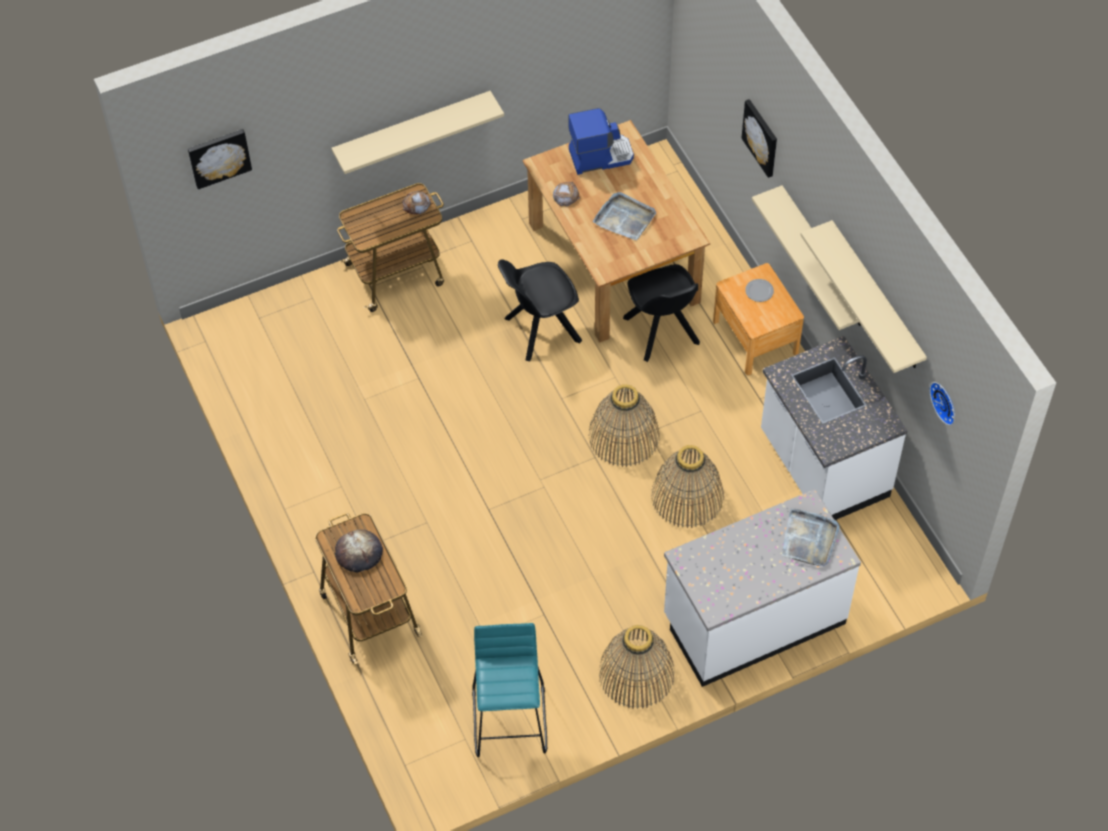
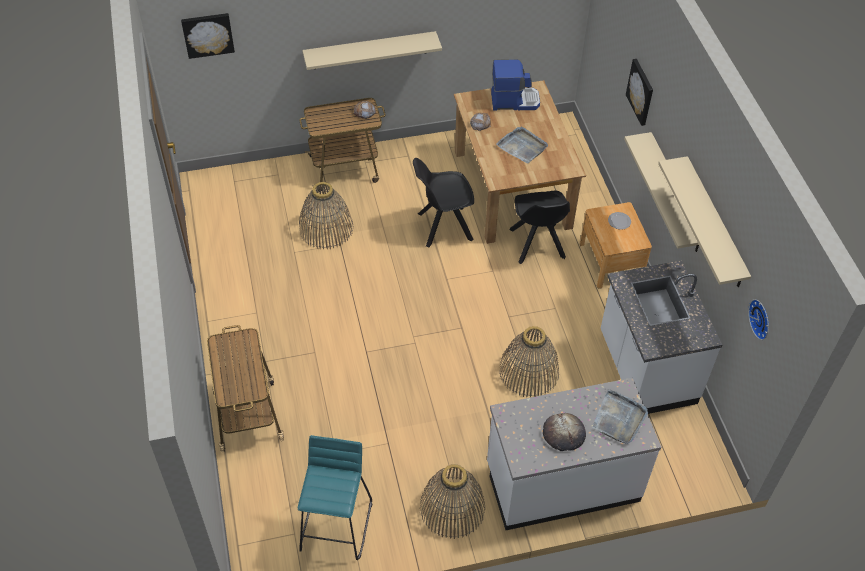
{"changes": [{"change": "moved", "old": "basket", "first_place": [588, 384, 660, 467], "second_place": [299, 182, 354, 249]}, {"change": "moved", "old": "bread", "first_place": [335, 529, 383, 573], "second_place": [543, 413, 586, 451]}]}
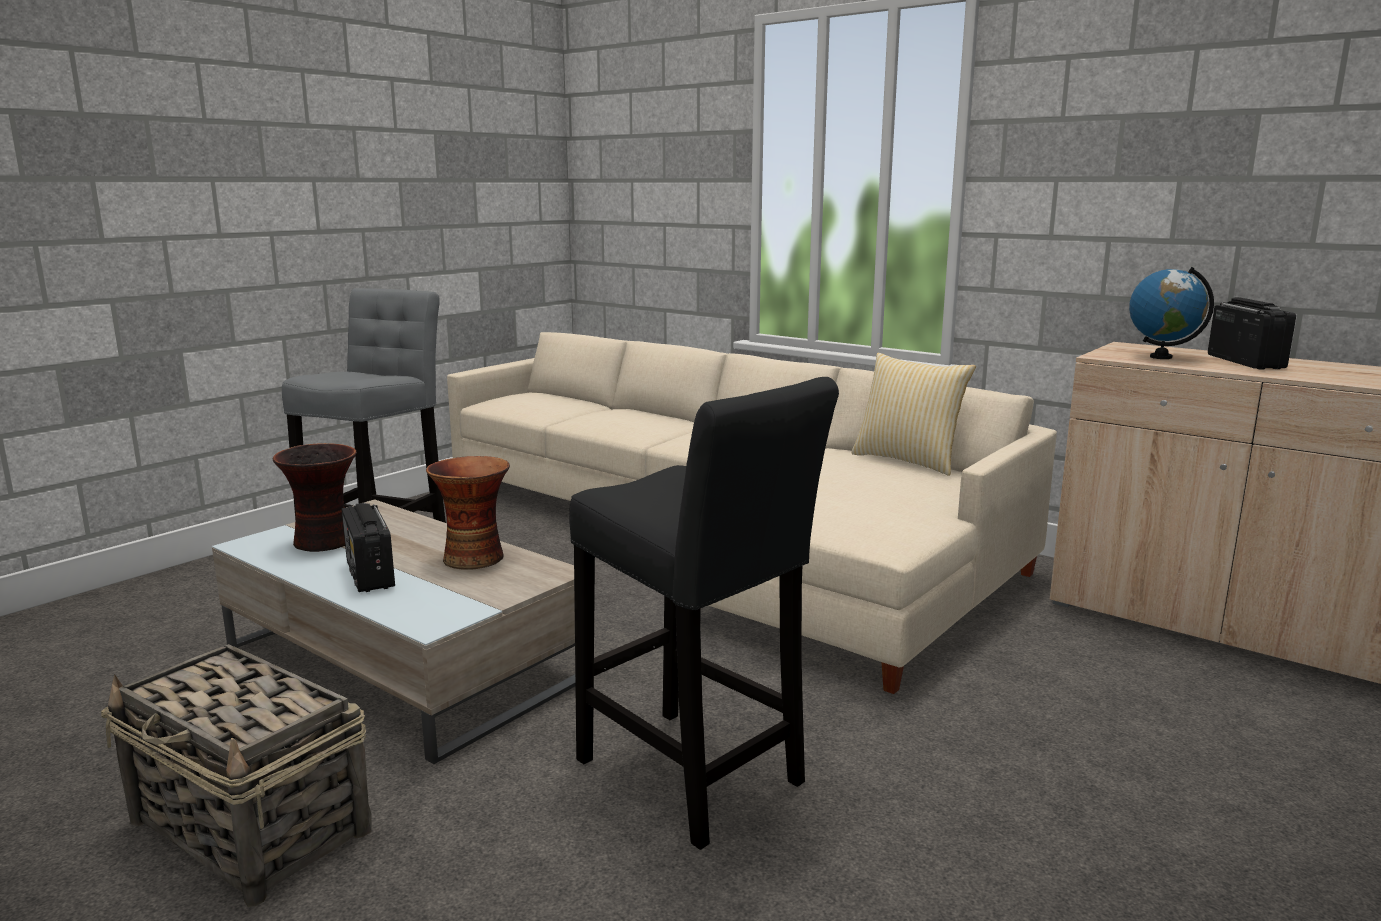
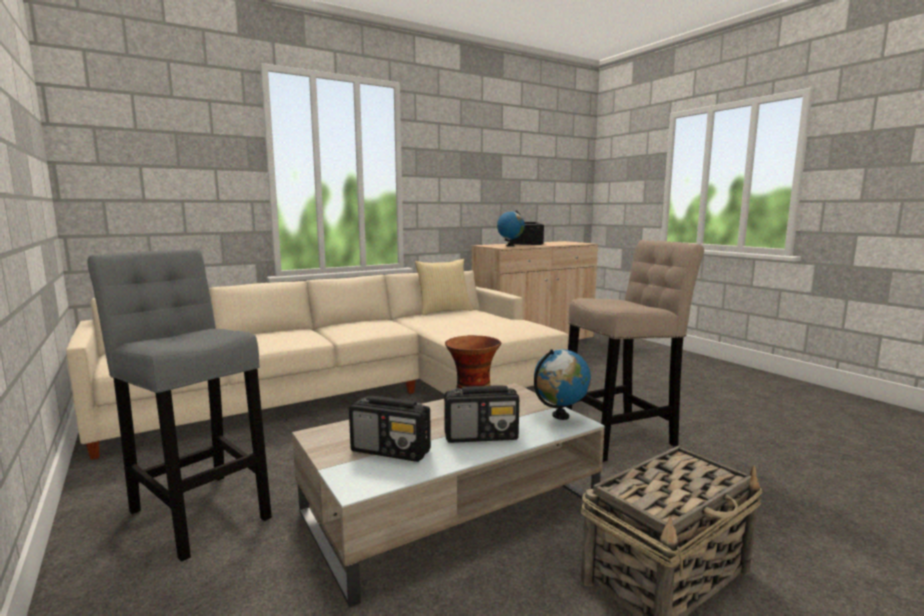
{"changes": [{"change": "recoloured", "old": "stool (black)", "new": "stool (beige)", "first_place": [569, 377, 839, 850], "second_place": [566, 240, 704, 462]}, {"change": "replaced", "old": "vase", "new": "radio", "first_place": [273, 443, 357, 552], "second_place": [349, 396, 431, 462]}, {"change": "added", "new": "globe", "second_place": [534, 349, 591, 420]}]}
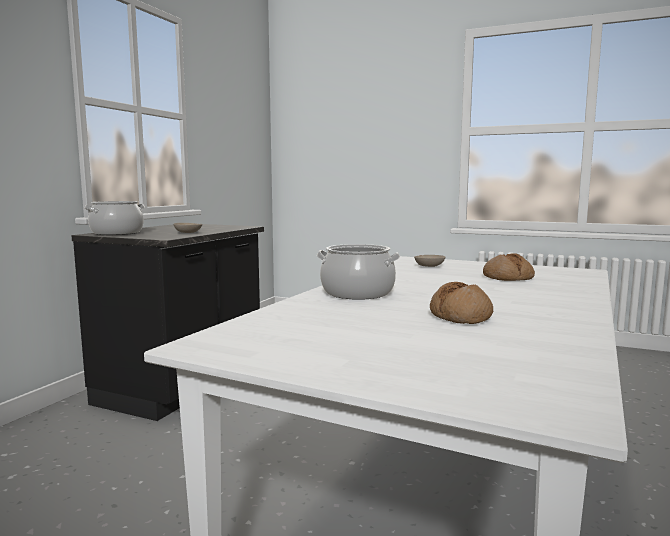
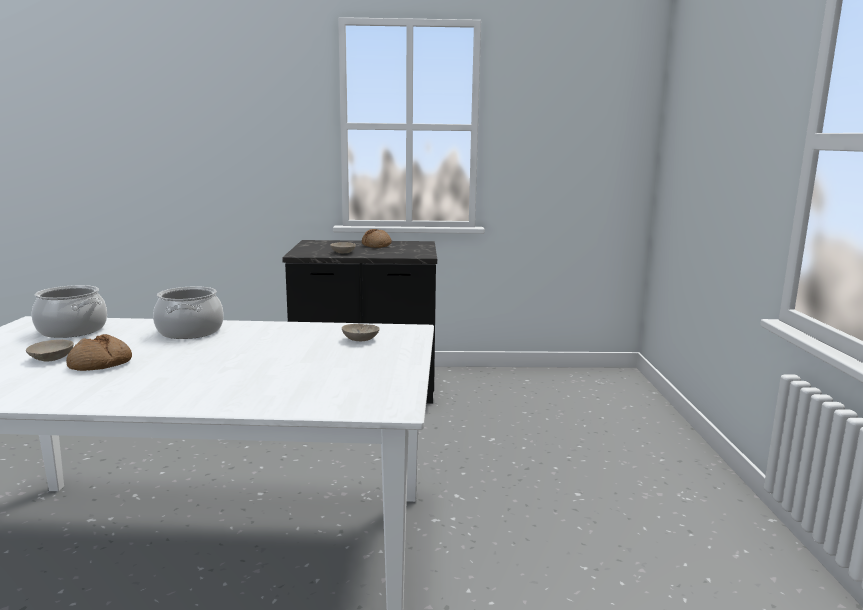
{"changes": [{"change": "moved", "old": "cooking pot", "first_place": [84, 201, 145, 235], "second_place": [32, 285, 107, 338]}, {"change": "moved", "old": "bread", "first_place": [483, 253, 535, 281], "second_place": [362, 229, 392, 248]}, {"change": "added", "new": "bowl (beige)", "second_place": [26, 340, 74, 362]}]}
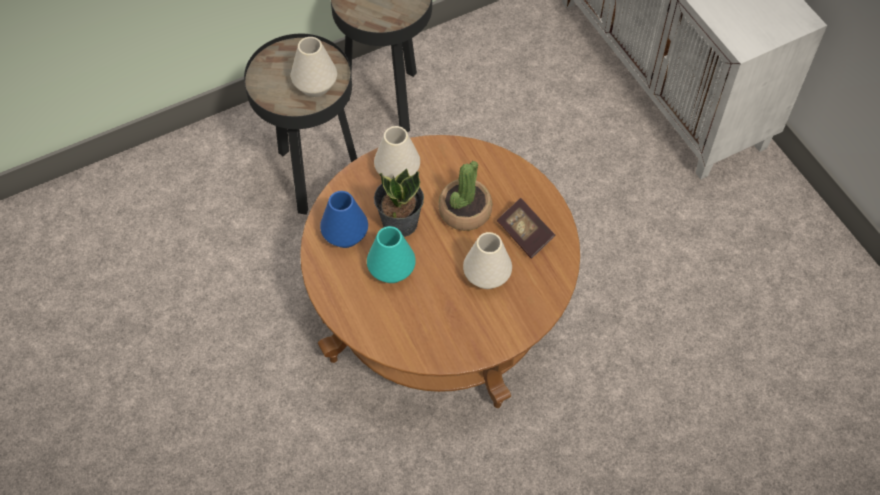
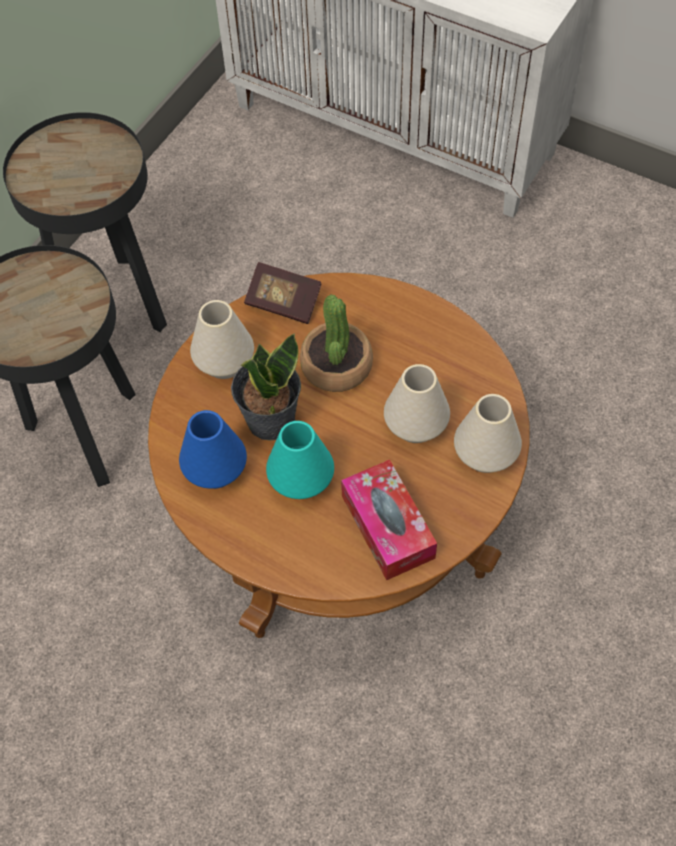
{"changes": [{"change": "moved", "old": "vase (white)", "first_place": [291, 37, 337, 97], "second_place": [454, 394, 522, 473]}, {"change": "moved", "old": "book", "first_place": [497, 198, 556, 258], "second_place": [244, 262, 322, 324]}, {"change": "added", "new": "tissue box", "second_place": [341, 460, 437, 580]}]}
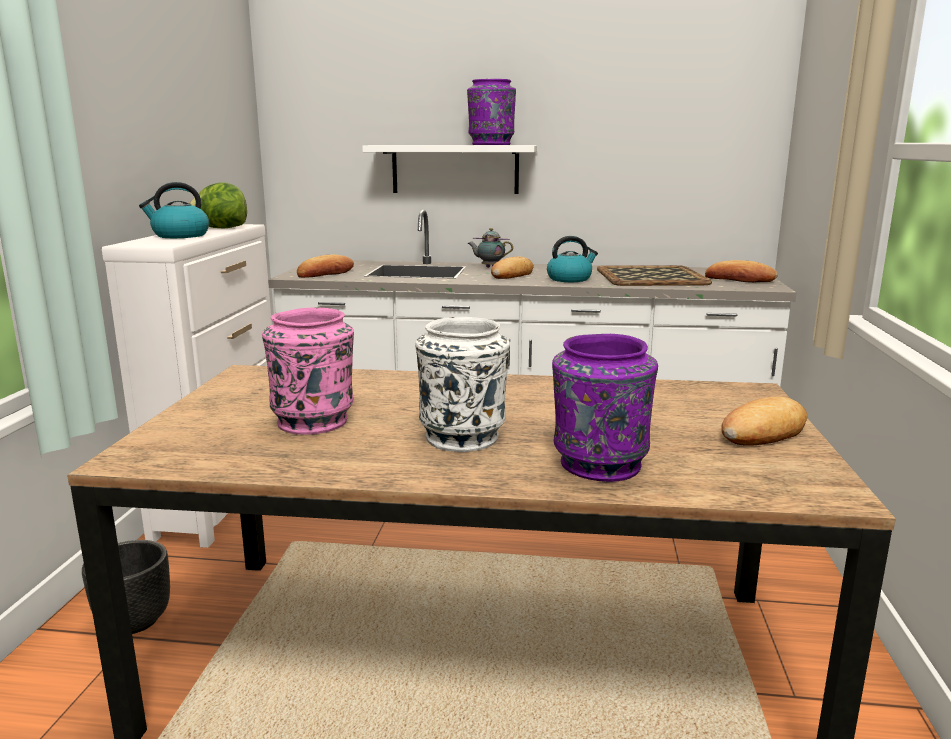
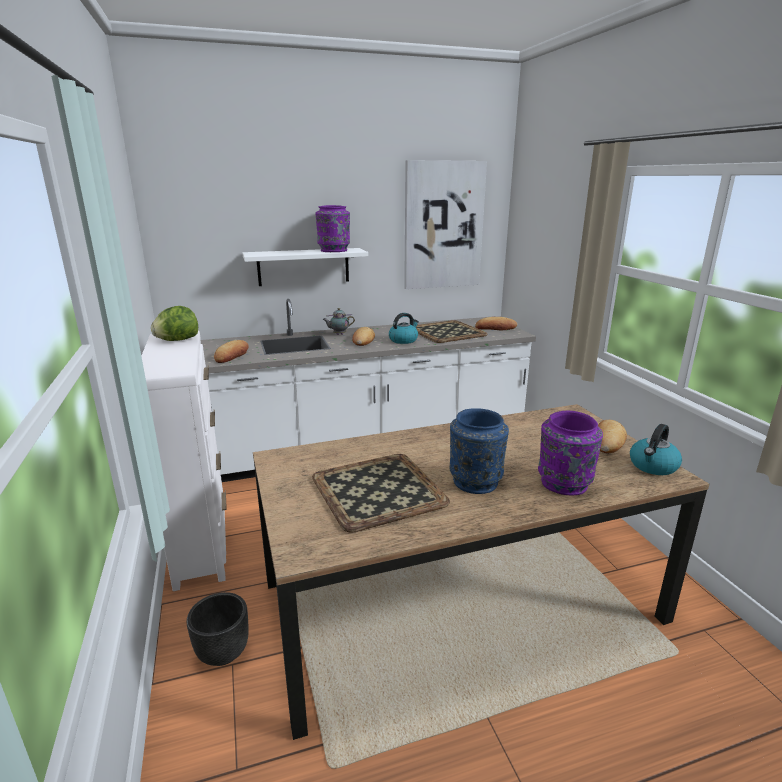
{"changes": [{"change": "moved", "old": "kettle", "first_place": [139, 182, 209, 238], "second_place": [630, 424, 682, 475]}, {"change": "replaced", "old": "vase (pink)", "new": "tray", "first_place": [262, 307, 354, 435], "second_place": [312, 454, 450, 533]}, {"change": "recoloured", "old": "vase (white)", "new": "vase (blue)", "first_place": [415, 317, 510, 452], "second_place": [450, 408, 509, 494]}, {"change": "added", "new": "picture", "second_place": [404, 160, 487, 289]}]}
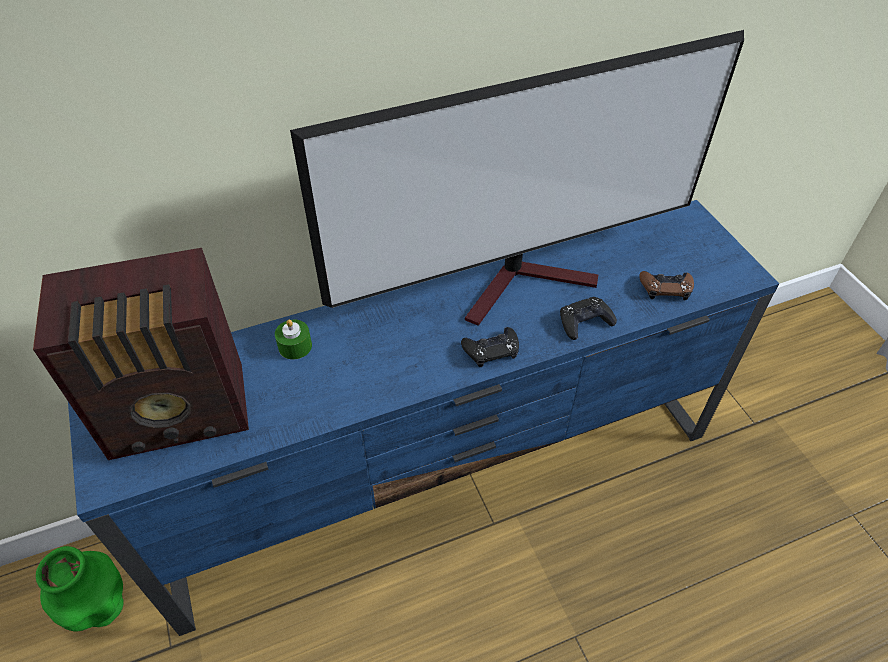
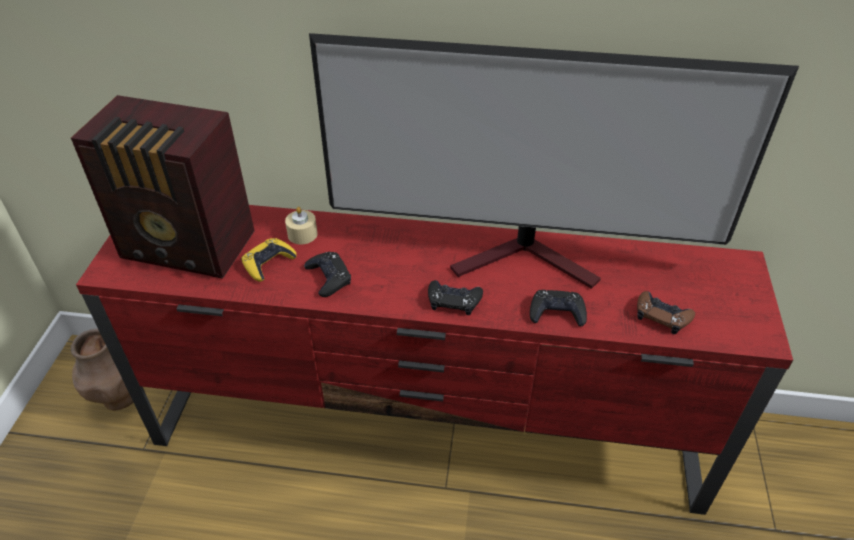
{"changes": [{"change": "recoloured", "old": "tv stand (blue)", "new": "tv stand (red)", "first_place": [68, 200, 779, 636], "second_place": [76, 205, 793, 515]}, {"change": "recoloured", "old": "candle (green)", "new": "candle (beige)", "first_place": [275, 319, 312, 360], "second_place": [285, 207, 318, 245]}, {"change": "recoloured", "old": "vase (green)", "new": "vase (brown)", "first_place": [36, 546, 124, 632], "second_place": [71, 329, 133, 410]}, {"change": "added", "new": "game controller (yellow)", "second_place": [241, 238, 297, 282]}, {"change": "added", "new": "game controller (black)", "second_place": [304, 252, 351, 297]}]}
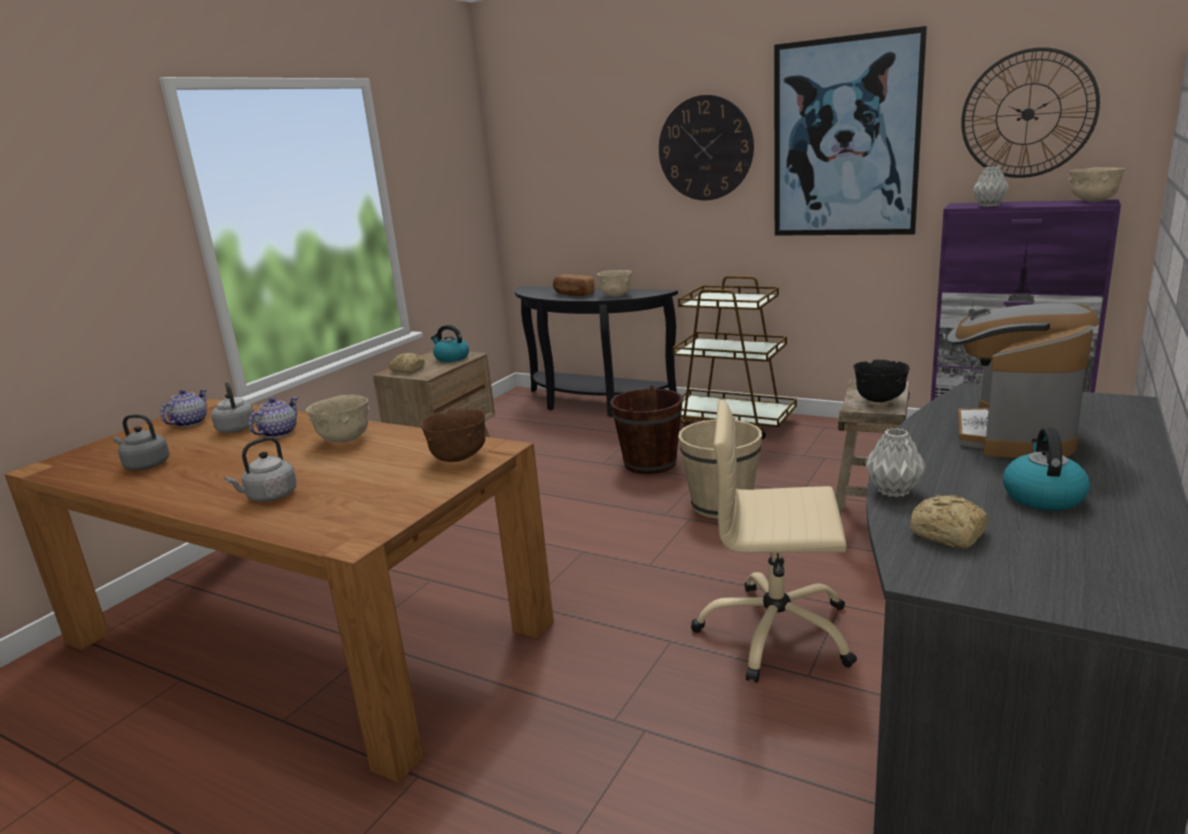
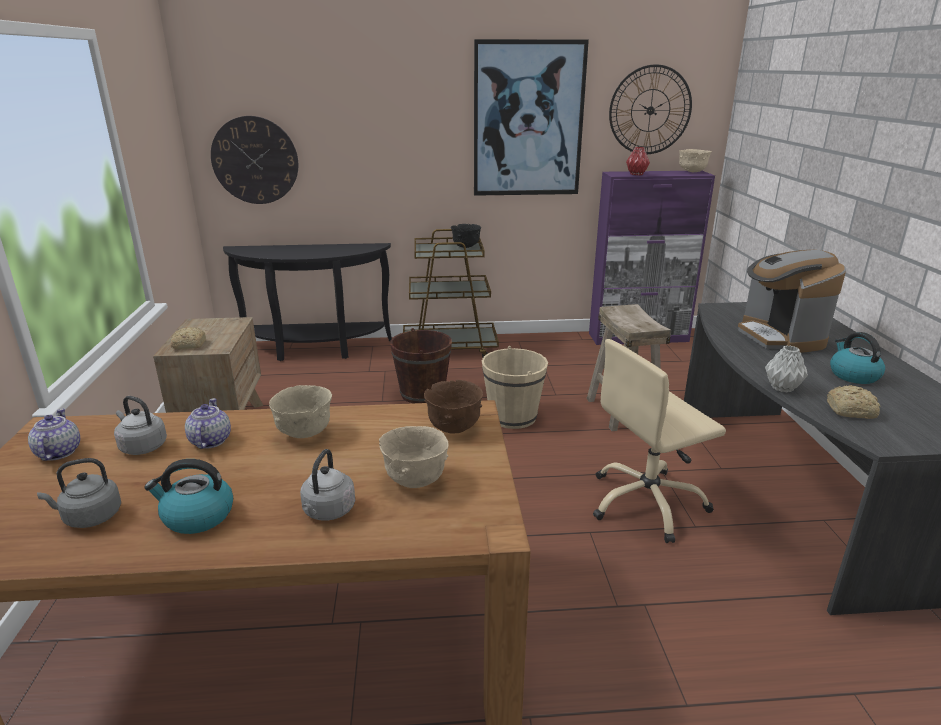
{"changes": [{"change": "moved", "old": "wall clock", "first_place": [659, 95, 754, 200], "second_place": [211, 116, 298, 204]}, {"change": "recoloured", "old": "vase (grey)", "new": "vase (red)", "first_place": [972, 166, 1009, 207], "second_place": [626, 147, 650, 175]}, {"change": "moved", "old": "bowl (beige)", "first_place": [597, 270, 632, 296], "second_place": [379, 426, 449, 488]}, {"change": "removed", "old": "bread", "first_place": [553, 274, 595, 296]}, {"change": "moved", "old": "kettle", "first_place": [431, 325, 469, 362], "second_place": [144, 459, 233, 534]}, {"change": "moved", "old": "bowl (black)", "first_place": [853, 360, 910, 402], "second_place": [451, 224, 481, 248]}]}
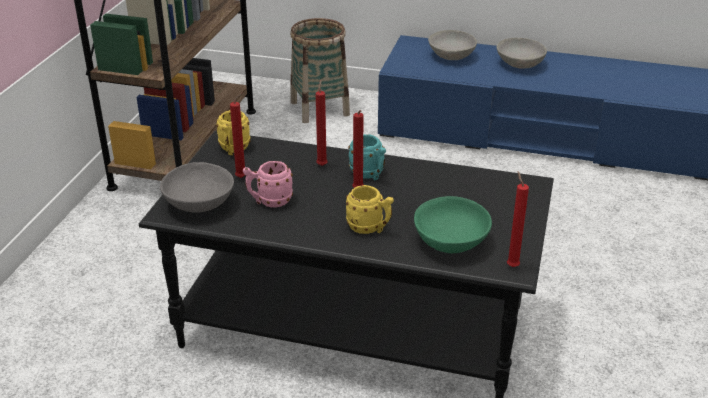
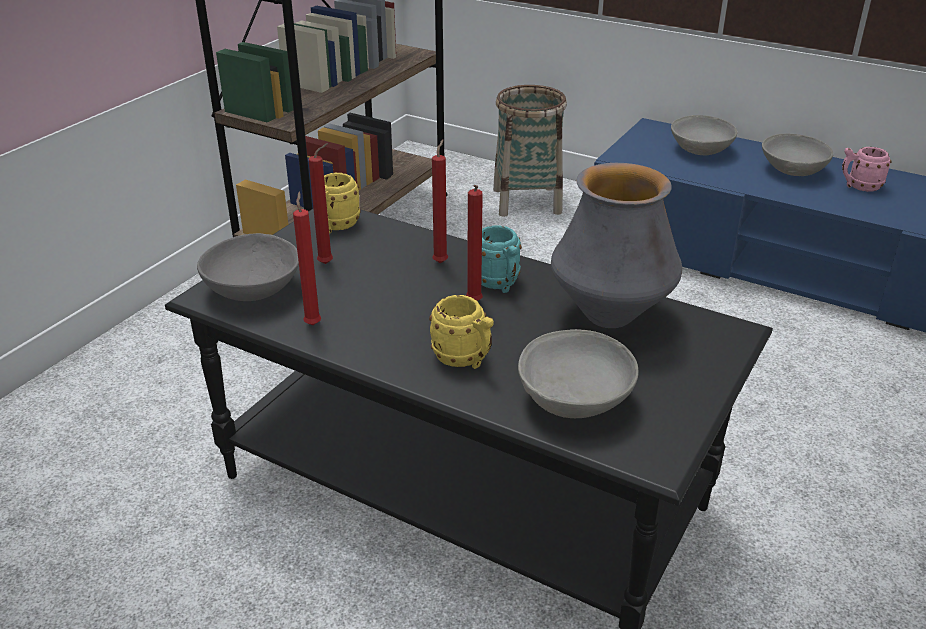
{"changes": [{"change": "moved", "old": "mug (pink)", "first_place": [243, 161, 293, 208], "second_place": [842, 147, 892, 192]}, {"change": "moved", "old": "candle (red)", "first_place": [507, 171, 529, 267], "second_place": [293, 192, 321, 325]}, {"change": "recoloured", "old": "bowl (green)", "new": "bowl (grey)", "first_place": [414, 196, 492, 253], "second_place": [518, 329, 639, 418]}, {"change": "added", "new": "vase", "second_place": [551, 163, 682, 328]}]}
